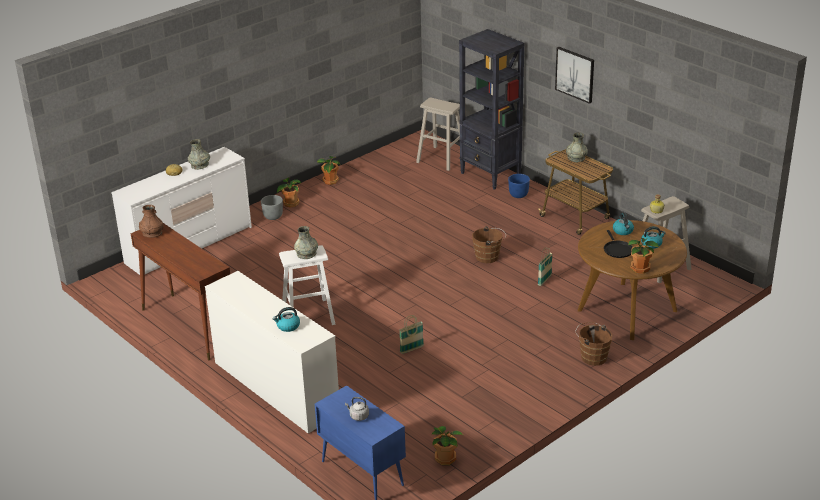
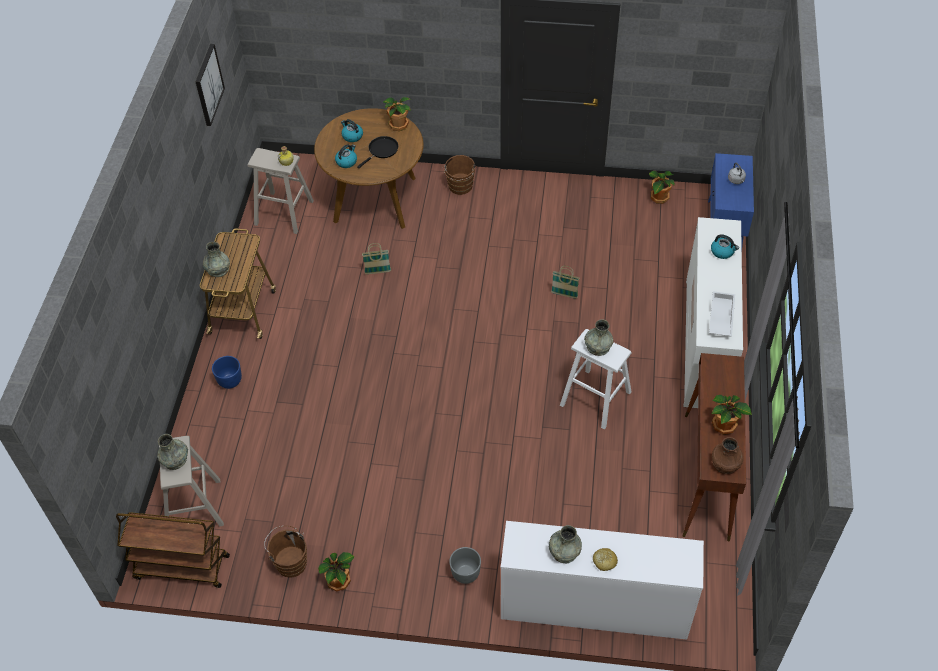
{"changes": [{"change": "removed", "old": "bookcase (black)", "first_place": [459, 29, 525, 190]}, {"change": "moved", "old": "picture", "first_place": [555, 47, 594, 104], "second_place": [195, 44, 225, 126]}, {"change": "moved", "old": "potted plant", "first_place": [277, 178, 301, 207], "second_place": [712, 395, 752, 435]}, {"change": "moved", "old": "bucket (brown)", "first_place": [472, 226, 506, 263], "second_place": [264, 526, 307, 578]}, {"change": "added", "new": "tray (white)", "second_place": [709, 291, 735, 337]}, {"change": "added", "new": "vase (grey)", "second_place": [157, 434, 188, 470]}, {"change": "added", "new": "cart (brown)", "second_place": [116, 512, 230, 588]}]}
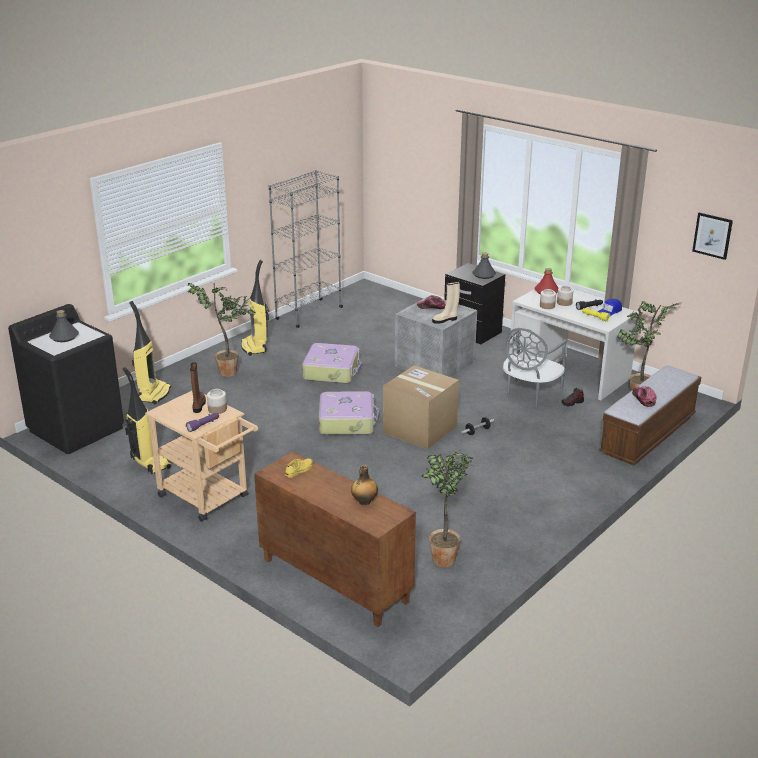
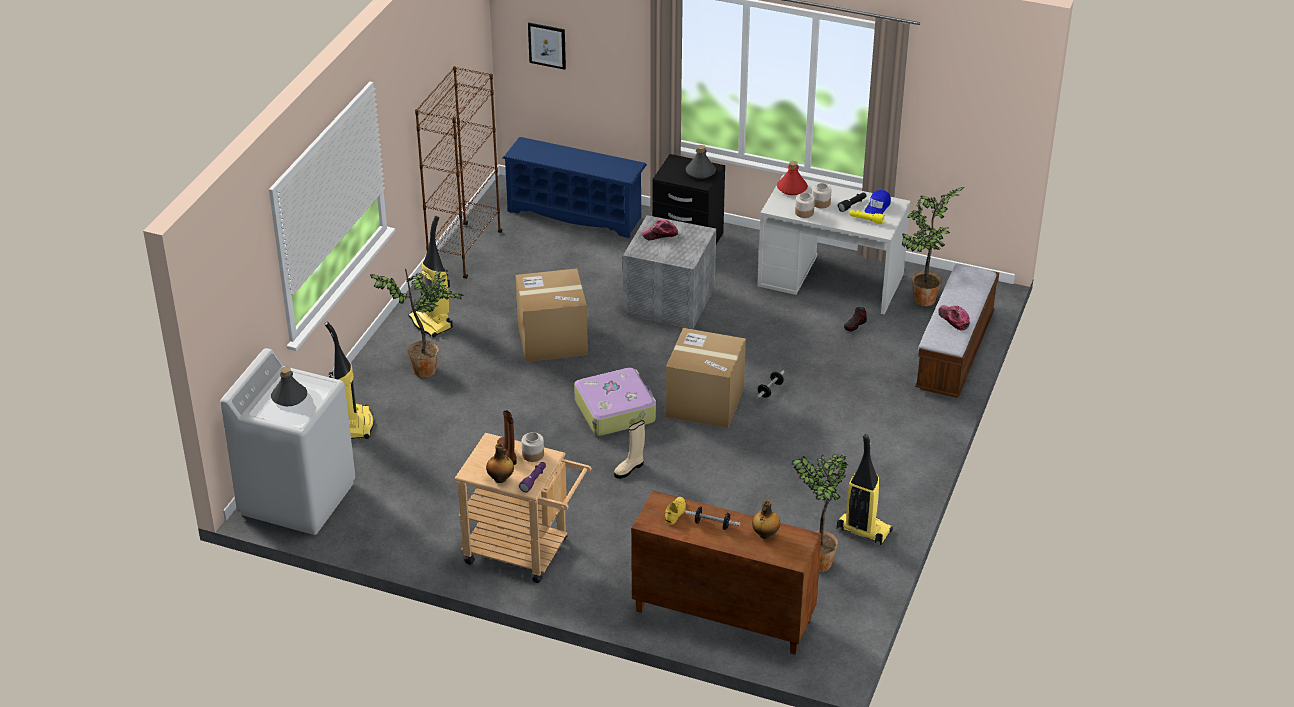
{"changes": [{"change": "recoloured", "old": "bookcase (grey)", "new": "bookcase (brown)", "first_place": [269, 170, 343, 328], "second_place": [415, 66, 503, 279]}, {"change": "moved", "old": "picture", "first_place": [692, 213, 733, 260], "second_place": [528, 23, 566, 70]}, {"change": "moved", "old": "boot (beige)", "first_place": [432, 281, 460, 324], "second_place": [614, 420, 645, 479]}, {"change": "recoloured", "old": "washing machine (black)", "new": "washing machine (white)", "first_place": [8, 304, 124, 454], "second_place": [220, 348, 356, 535]}, {"change": "removed", "old": "chair (grey)", "first_place": [503, 328, 567, 408]}, {"change": "replaced", "old": "suitcase", "new": "cardboard box", "first_place": [302, 343, 362, 384], "second_place": [515, 268, 588, 362]}, {"change": "moved", "old": "vacuum cleaner", "first_place": [123, 367, 171, 474], "second_place": [837, 434, 893, 545]}, {"change": "added", "new": "shoe rack (blue)", "second_place": [503, 137, 647, 238]}, {"change": "added", "new": "bottle", "second_place": [486, 443, 514, 483]}, {"change": "added", "new": "dumbbell", "second_place": [685, 507, 740, 530]}]}
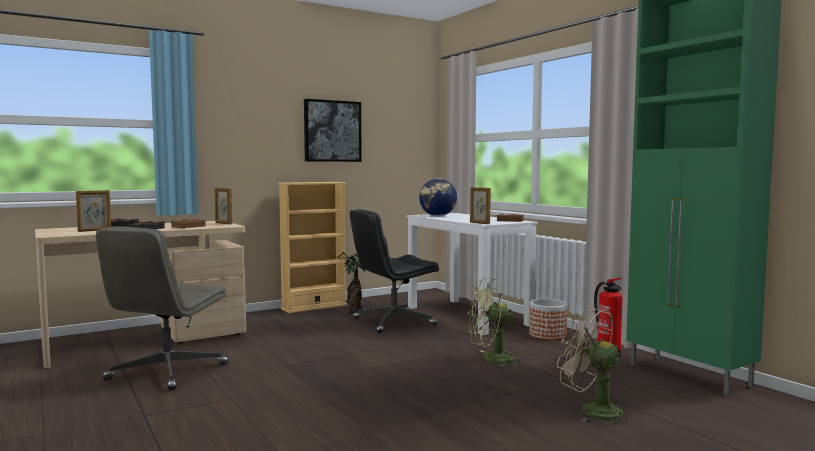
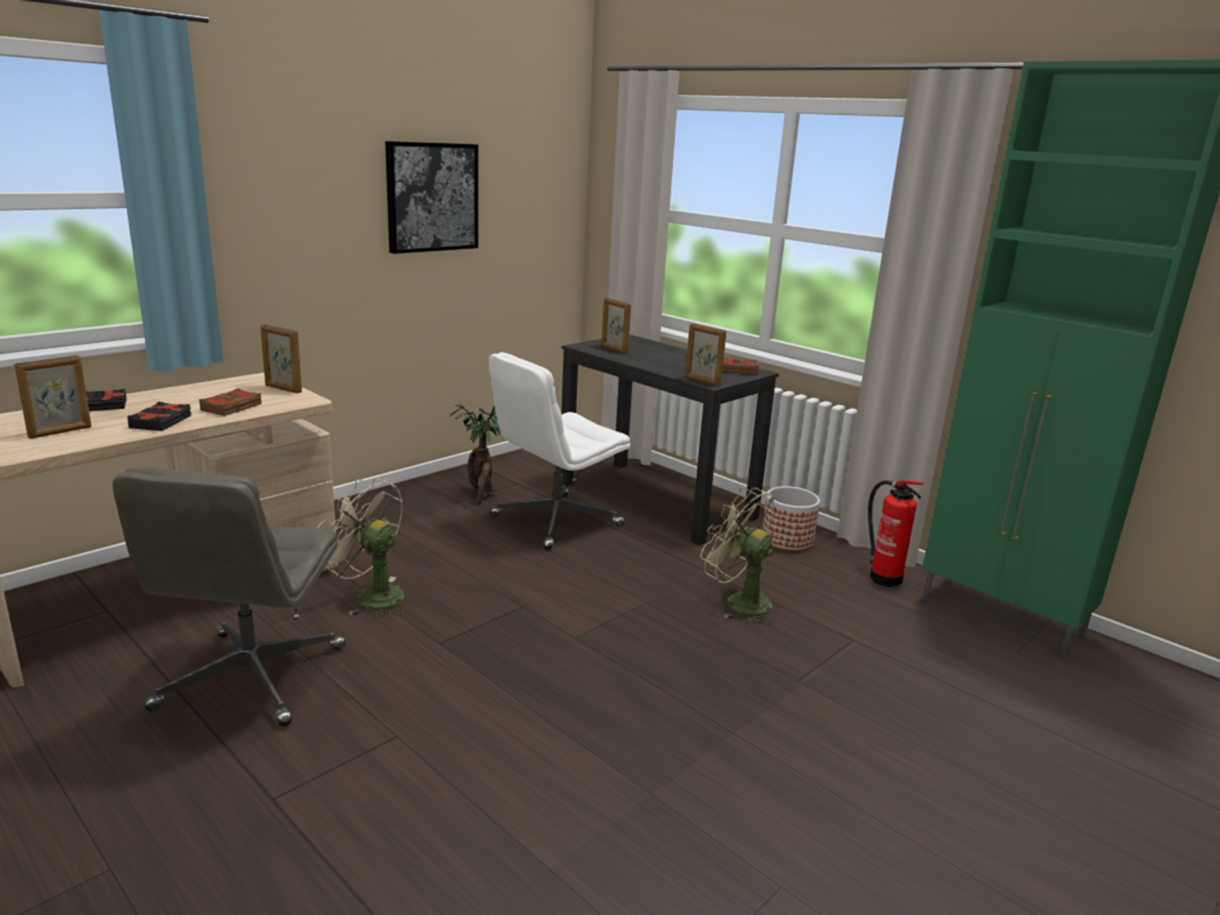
{"changes": [{"change": "replaced", "old": "globe", "new": "picture frame", "first_place": [419, 178, 457, 216], "second_place": [601, 298, 631, 354]}, {"change": "removed", "old": "bookcase (beige)", "first_place": [278, 182, 347, 313]}, {"change": "recoloured", "old": "office chair (black)", "new": "office chair (white)", "first_place": [350, 209, 439, 333], "second_place": [489, 352, 631, 550]}, {"change": "recoloured", "old": "desk (white)", "new": "desk (black)", "first_place": [407, 213, 538, 335], "second_place": [561, 334, 779, 545]}, {"change": "turned", "old": "fan (green)", "first_place": [468, 278, 524, 367], "second_place": [700, 488, 776, 624], "degrees": 60}, {"change": "moved", "old": "fan (beige)", "first_place": [557, 306, 630, 425], "second_place": [318, 478, 405, 619]}]}
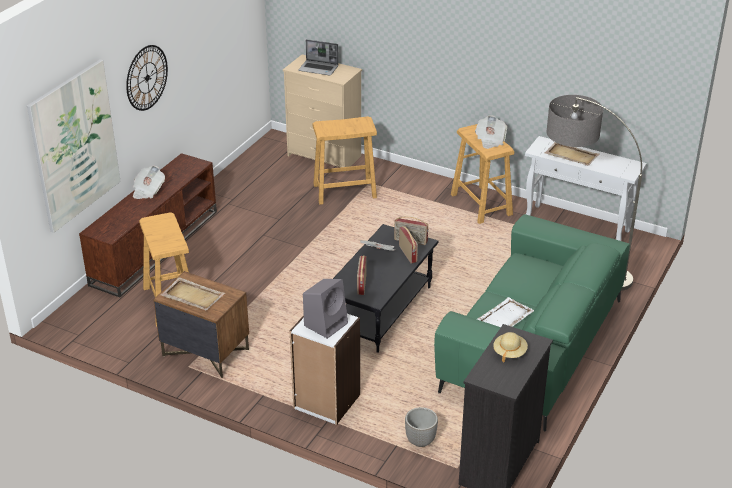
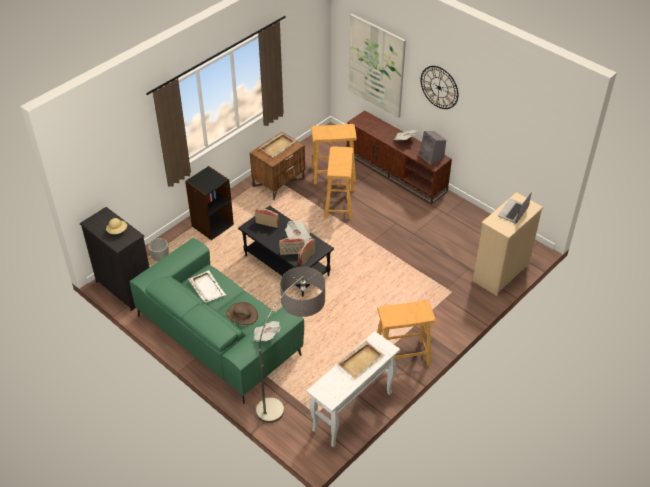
{"changes": [{"change": "moved", "old": "stool (beige)", "first_place": [312, 116, 377, 205], "second_place": [324, 146, 355, 219]}, {"change": "moved", "old": "newspaper", "first_place": [475, 116, 507, 149], "second_place": [253, 321, 280, 341]}, {"change": "moved", "old": "speaker (grey)", "first_place": [303, 279, 348, 339], "second_place": [419, 131, 446, 165]}, {"change": "recoloured", "old": "bookcase (white)", "new": "bookcase (black)", "first_place": [290, 314, 360, 425], "second_place": [185, 166, 234, 240]}, {"change": "added", "new": "hat (brown)", "second_place": [226, 302, 258, 325]}]}
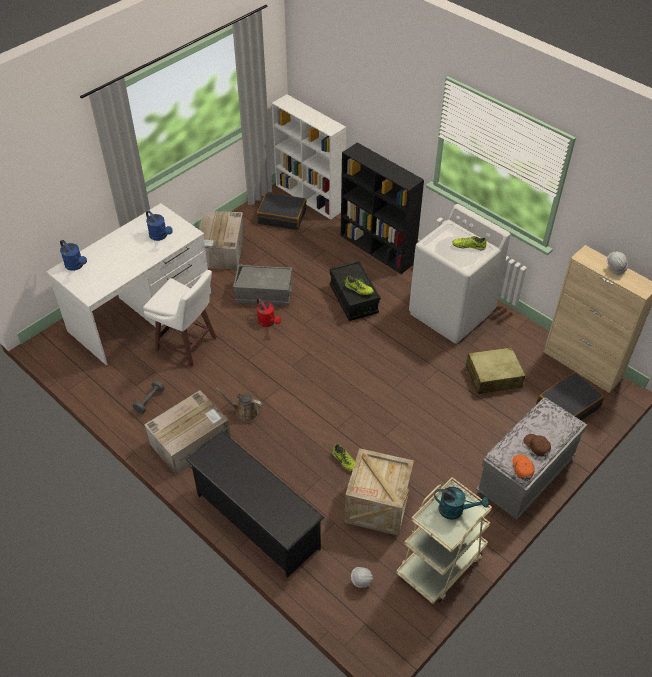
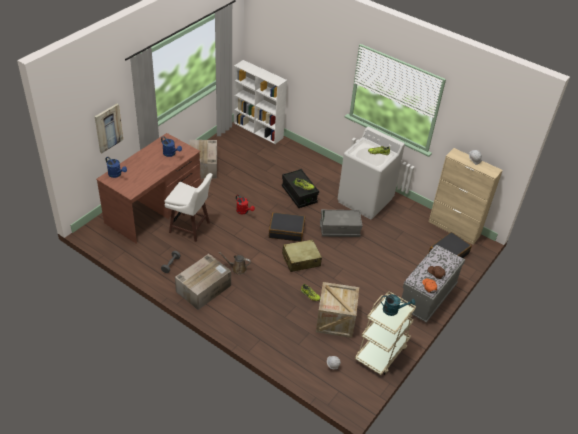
{"changes": [{"change": "removed", "old": "bookcase (black)", "first_place": [341, 142, 424, 274]}, {"change": "moved", "old": "suitcase (black)", "first_place": [257, 193, 307, 230], "second_place": [269, 212, 305, 242]}, {"change": "recoloured", "old": "desk (white)", "new": "desk (brown)", "first_place": [46, 203, 211, 365], "second_place": [96, 133, 201, 244]}, {"change": "moved", "old": "storage box (grey)", "first_place": [233, 264, 293, 306], "second_place": [320, 209, 362, 237]}, {"change": "moved", "old": "suitcase (beige)", "first_place": [466, 347, 526, 394], "second_place": [282, 239, 322, 272]}, {"change": "removed", "old": "shoe rack (black)", "first_place": [186, 431, 324, 578]}, {"change": "added", "new": "picture", "second_place": [94, 104, 123, 153]}]}
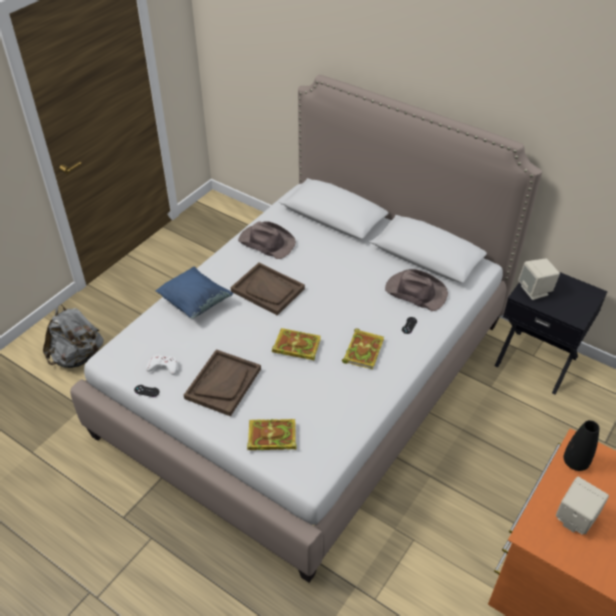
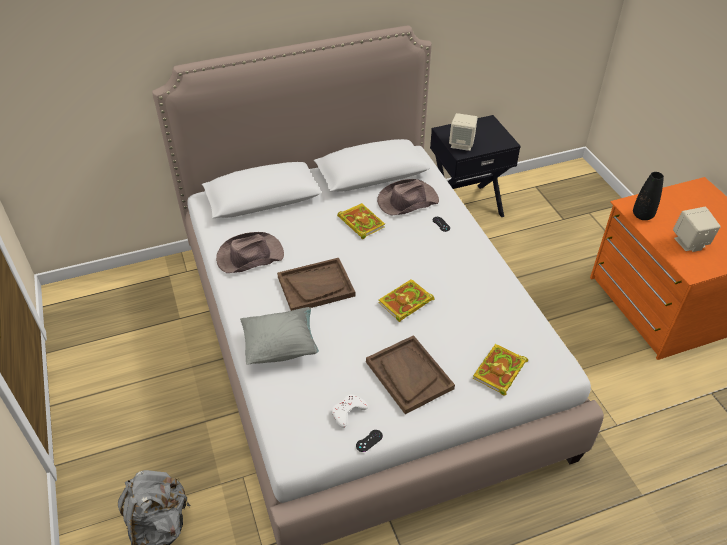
{"changes": [{"change": "recoloured", "old": "pillow (blue)", "new": "pillow (grey)", "first_place": [155, 267, 233, 318], "second_place": [240, 307, 319, 365]}, {"change": "moved", "old": "book", "first_place": [342, 328, 384, 370], "second_place": [337, 203, 385, 239]}]}
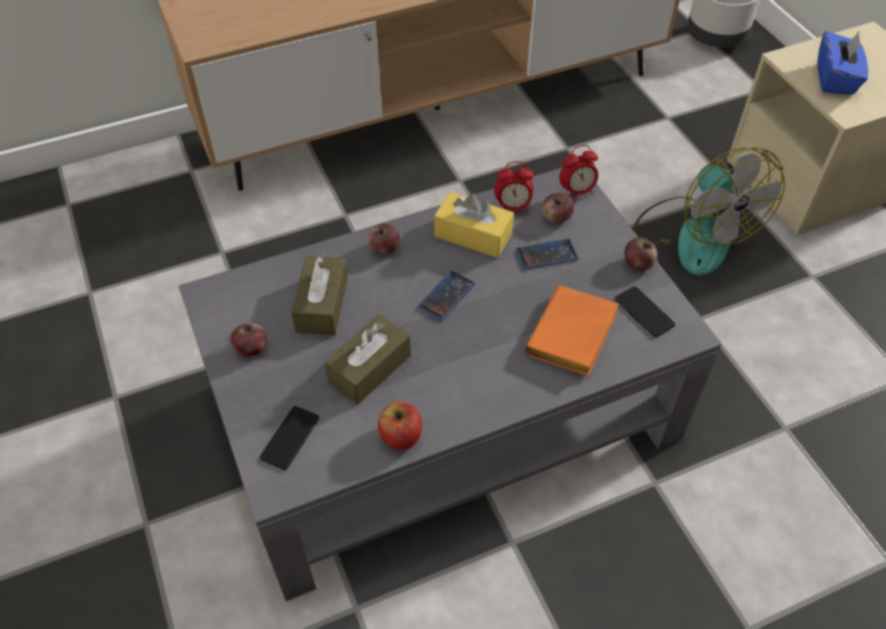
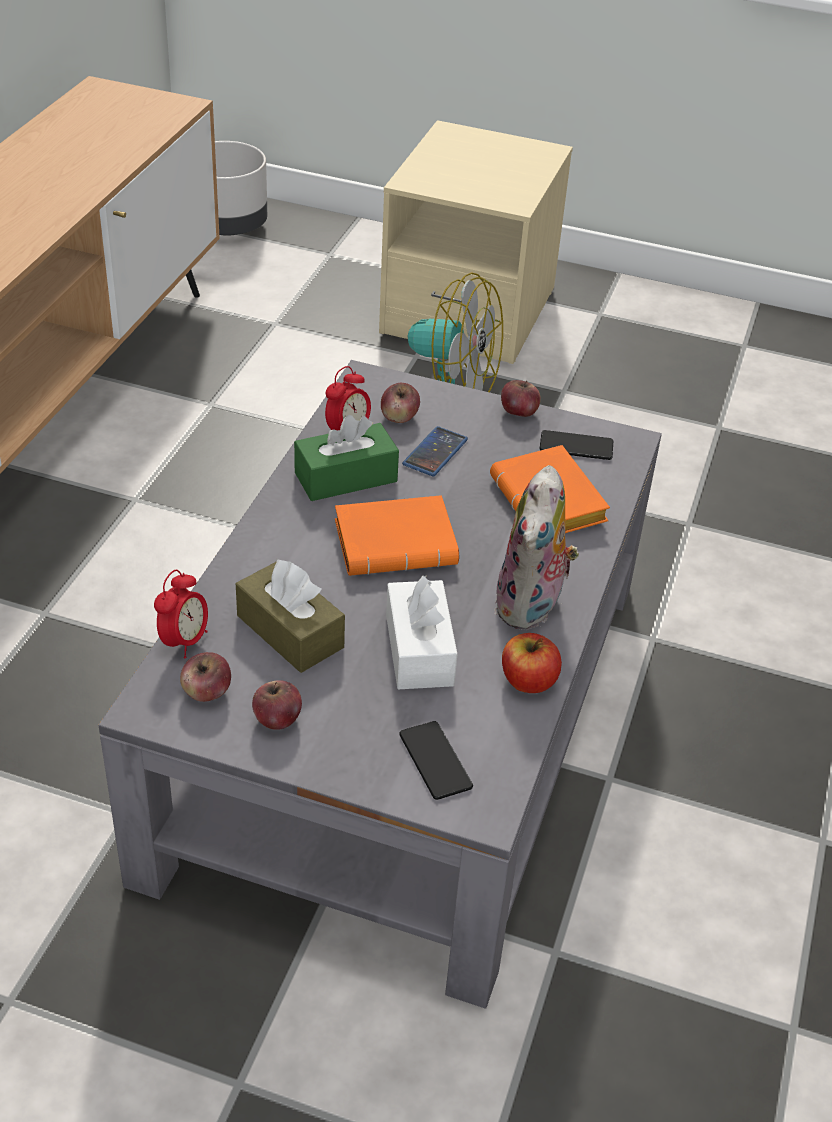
{"changes": [{"change": "removed", "old": "tissue box (blue)", "first_place": [817, 31, 868, 95]}, {"change": "moved", "old": "alarm clock", "first_place": [559, 145, 598, 197], "second_place": [154, 570, 208, 658]}, {"change": "recoloured", "old": "tissue box (yellow)", "new": "tissue box (green)", "first_place": [434, 192, 514, 258], "second_place": [294, 415, 399, 501]}, {"change": "moved", "old": "apple", "first_place": [368, 223, 400, 254], "second_place": [180, 652, 231, 702]}, {"change": "replaced", "old": "phone", "new": "book (orange)", "first_place": [418, 270, 475, 321], "second_place": [335, 495, 459, 576]}, {"change": "recoloured", "old": "tissue box (brown)", "new": "tissue box (white)", "first_place": [324, 314, 411, 404], "second_place": [386, 576, 457, 689]}, {"change": "added", "new": "plush toy", "second_place": [495, 465, 579, 630]}]}
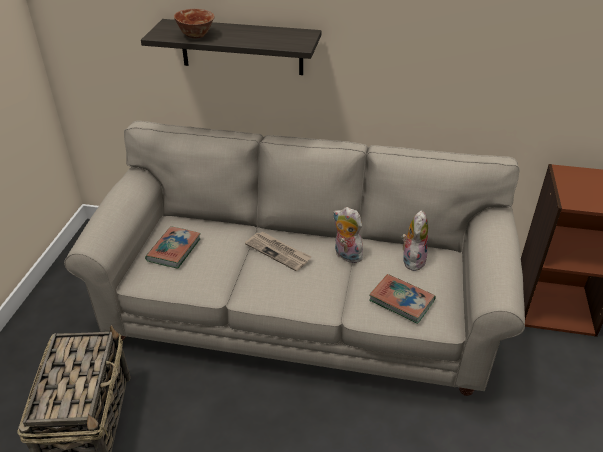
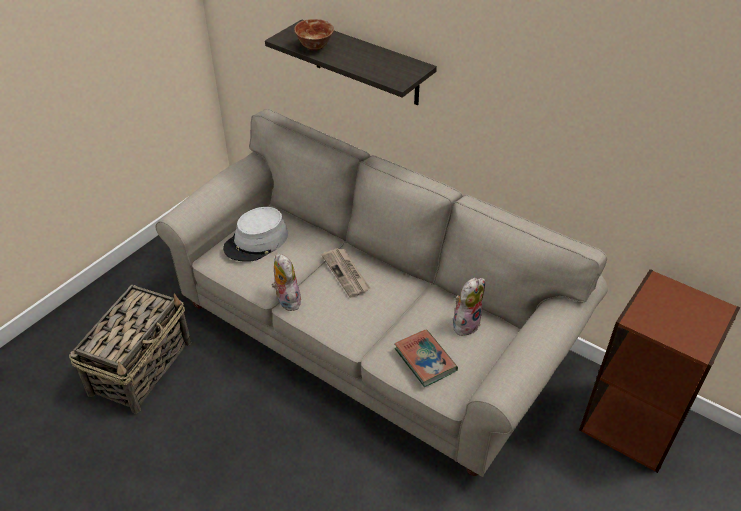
{"changes": [{"change": "moved", "old": "plush toy", "first_place": [333, 207, 363, 263], "second_place": [272, 253, 301, 311]}, {"change": "replaced", "old": "book", "new": "hat (grey)", "first_place": [145, 226, 201, 269], "second_place": [223, 207, 288, 262]}]}
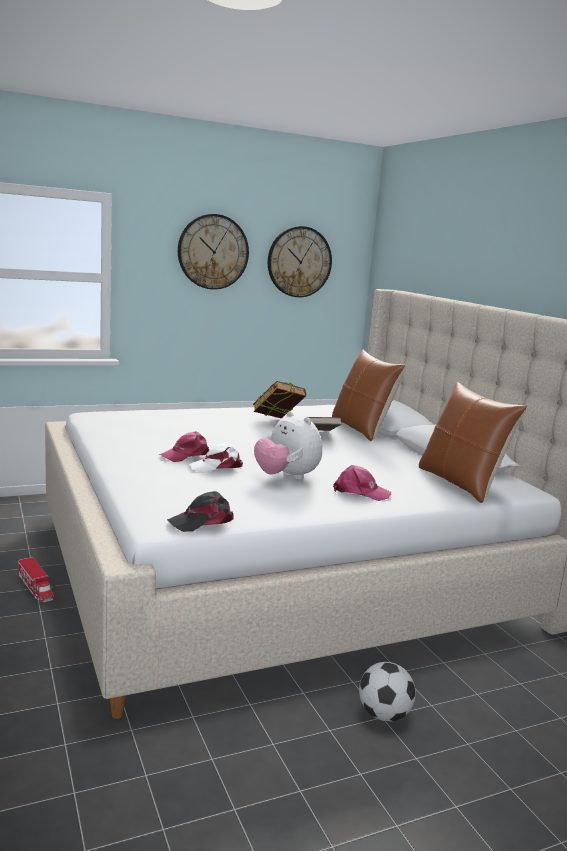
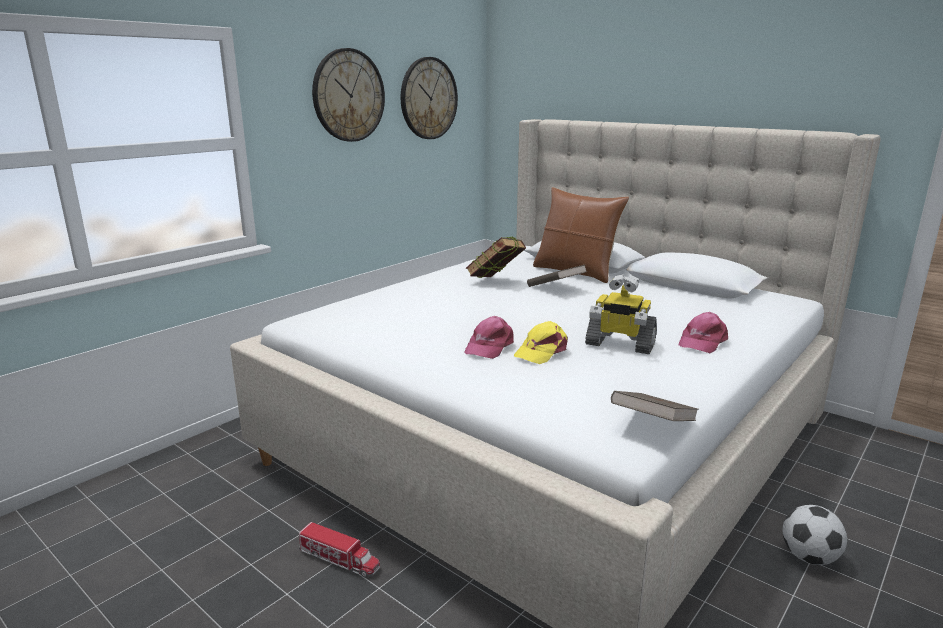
{"changes": [{"change": "removed", "old": "pillow (brown)", "first_place": [419, 382, 527, 503]}, {"change": "replaced", "old": "plush toy", "new": "toy robot", "first_place": [254, 411, 322, 480], "second_place": [585, 274, 657, 354]}, {"change": "recoloured", "old": "cap (white)", "new": "cap (yellow)", "first_place": [189, 443, 243, 473], "second_place": [514, 321, 568, 364]}, {"change": "turned", "old": "cap (pink)", "first_place": [333, 465, 391, 501], "second_place": [679, 312, 728, 353], "degrees": 135}, {"change": "replaced", "old": "cap (black)", "new": "book (brown)", "first_place": [167, 491, 234, 532], "second_place": [611, 391, 699, 421]}]}
